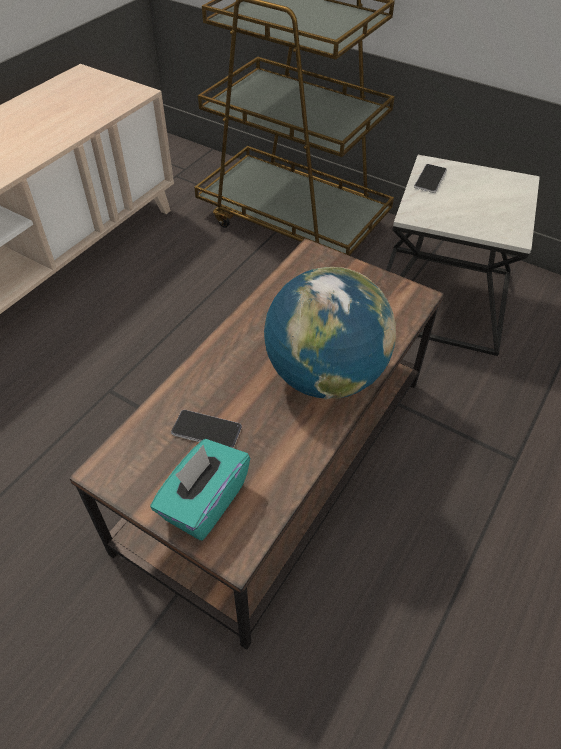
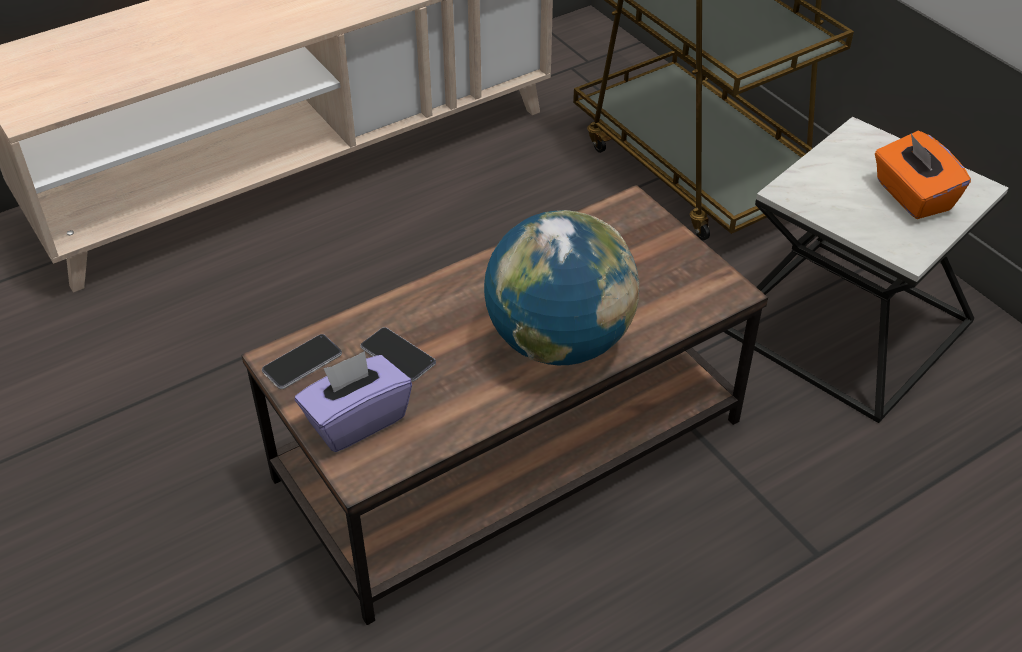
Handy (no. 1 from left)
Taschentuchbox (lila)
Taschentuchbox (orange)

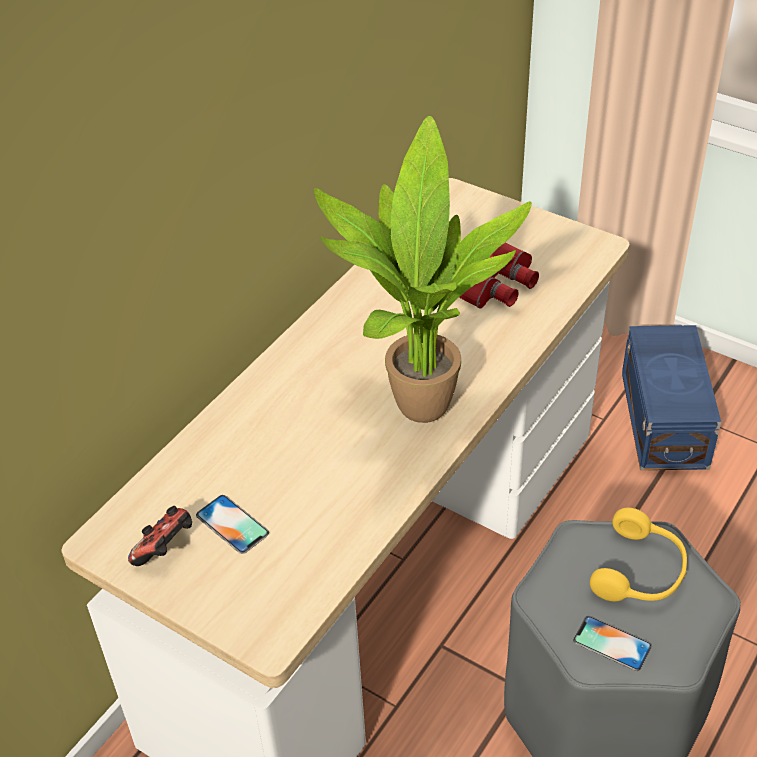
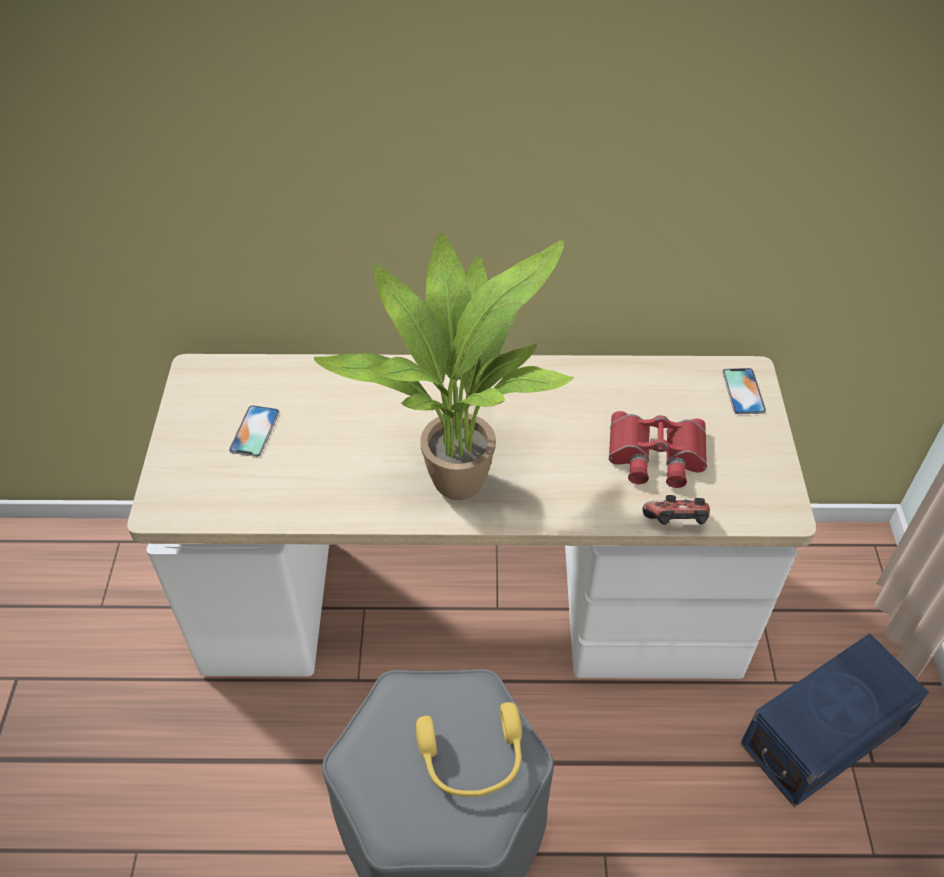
Gamepad
Handy (no. 2 from left)

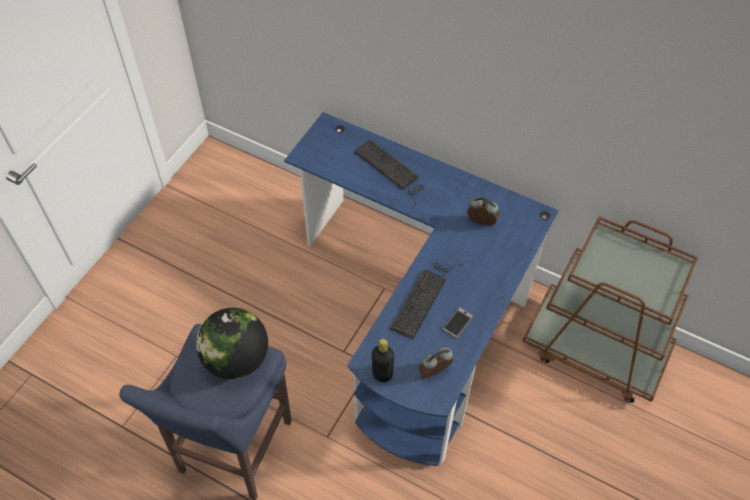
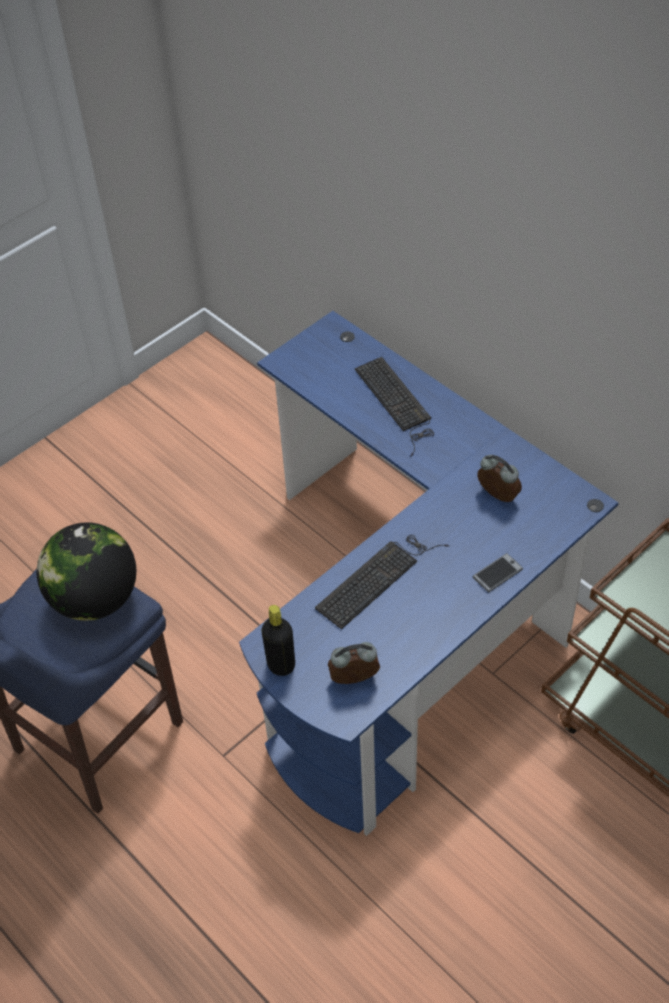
Handy

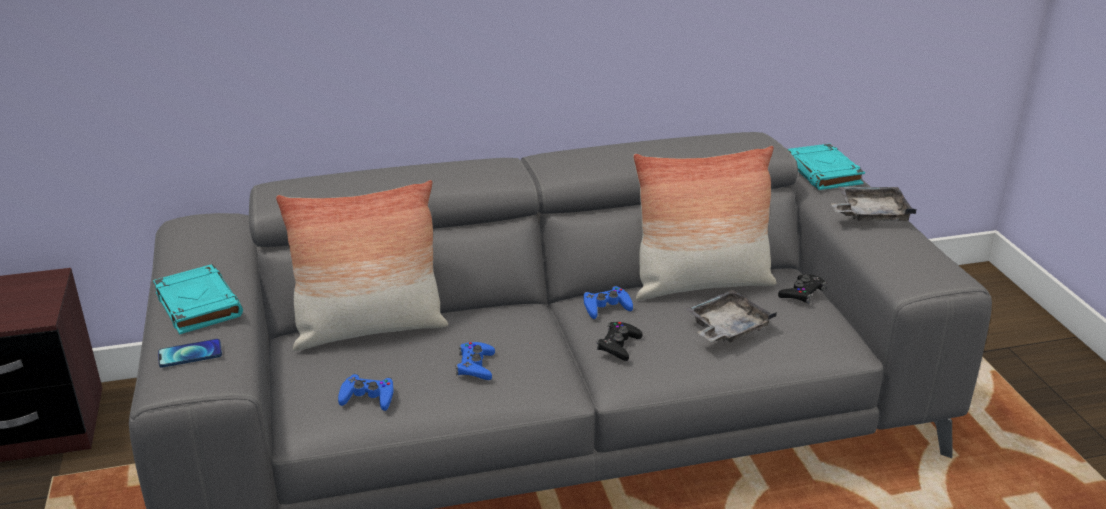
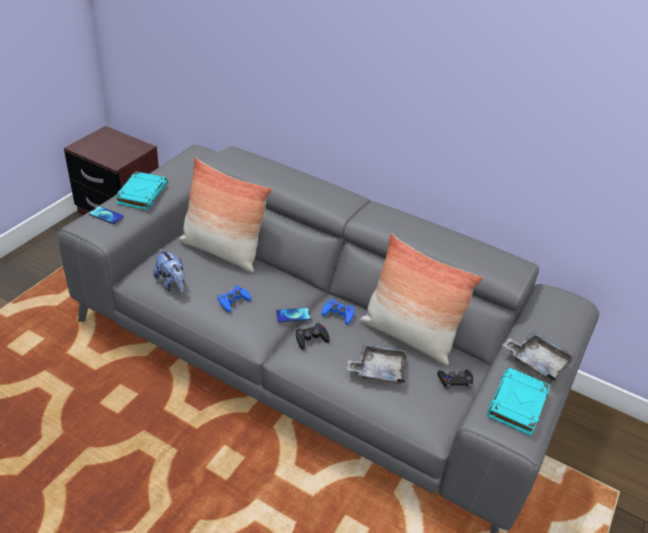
Buch (türkis) (no. 2 from left)
Plüschtier
Handy (no. 2 from left)

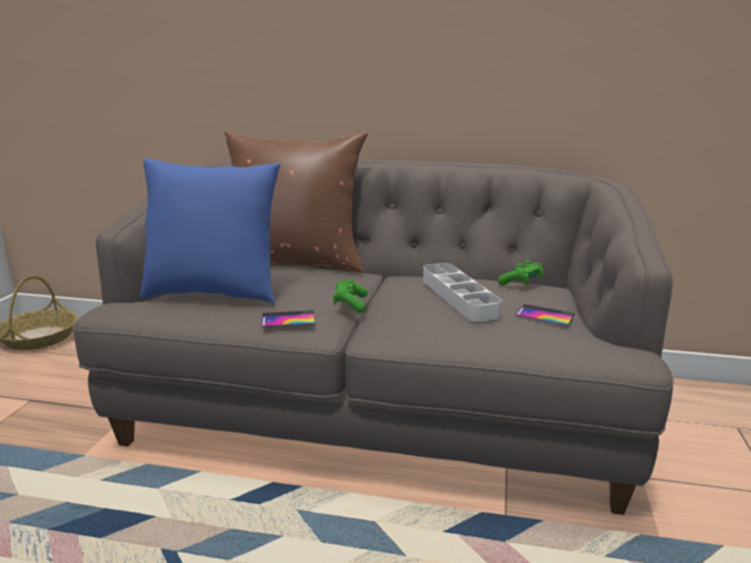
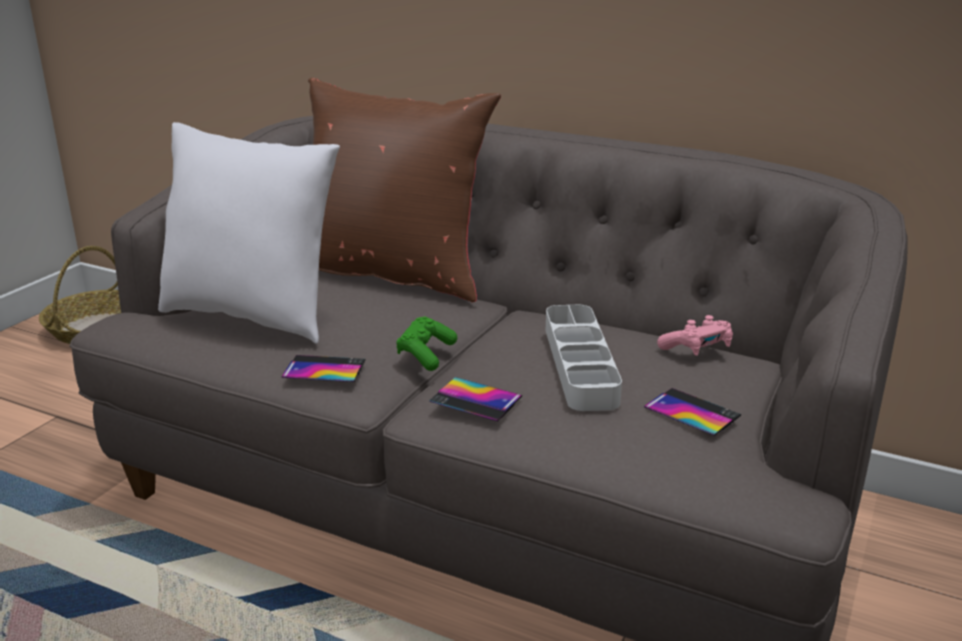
Kissen (weiß)
Gamepad (rosa)
Handy (no. 2 from left)

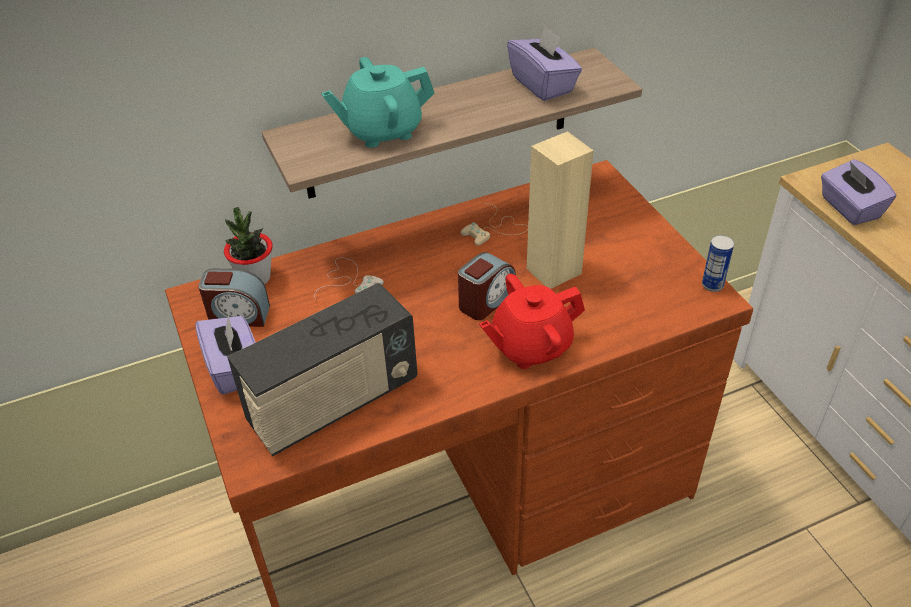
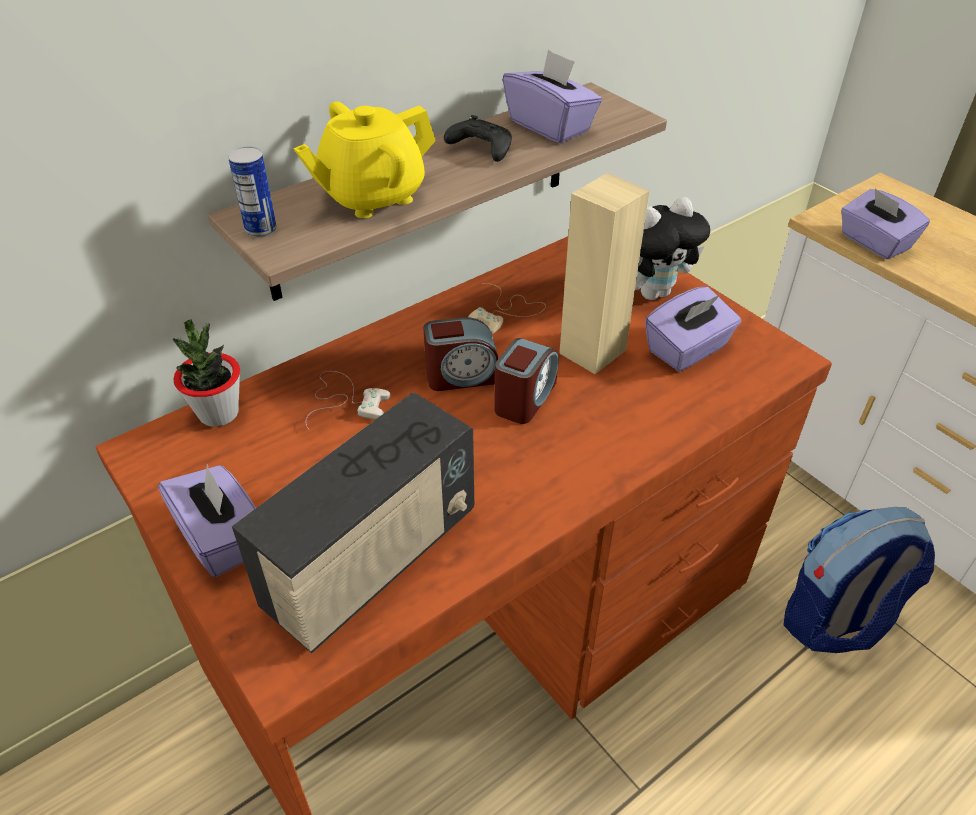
Teekanne (gelb)
Dose
Wecker (no. 1 from left)
Teekanne (rot)
Gamepad (schwarz)
Plüschtier
Taschentuchbox (lila) (no. 3 from left)
Rucksack

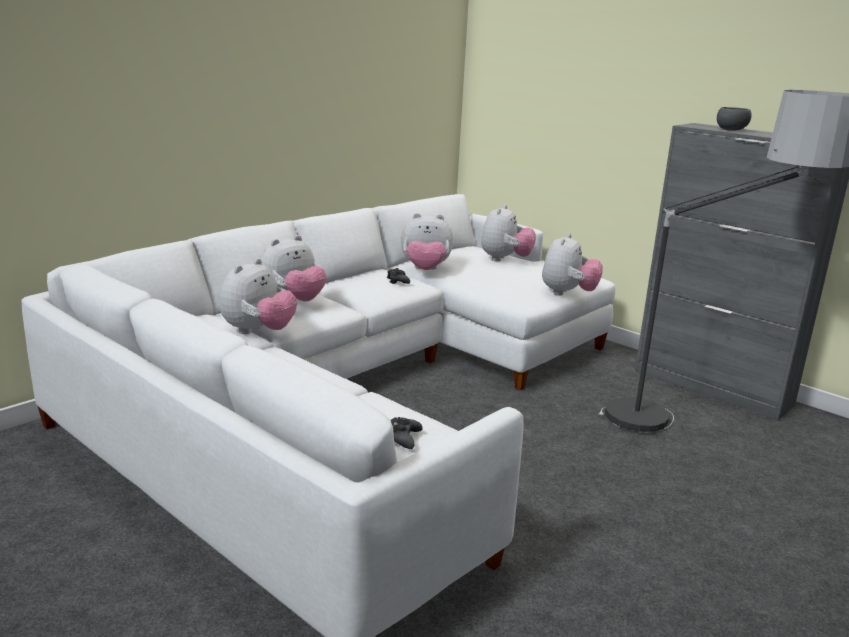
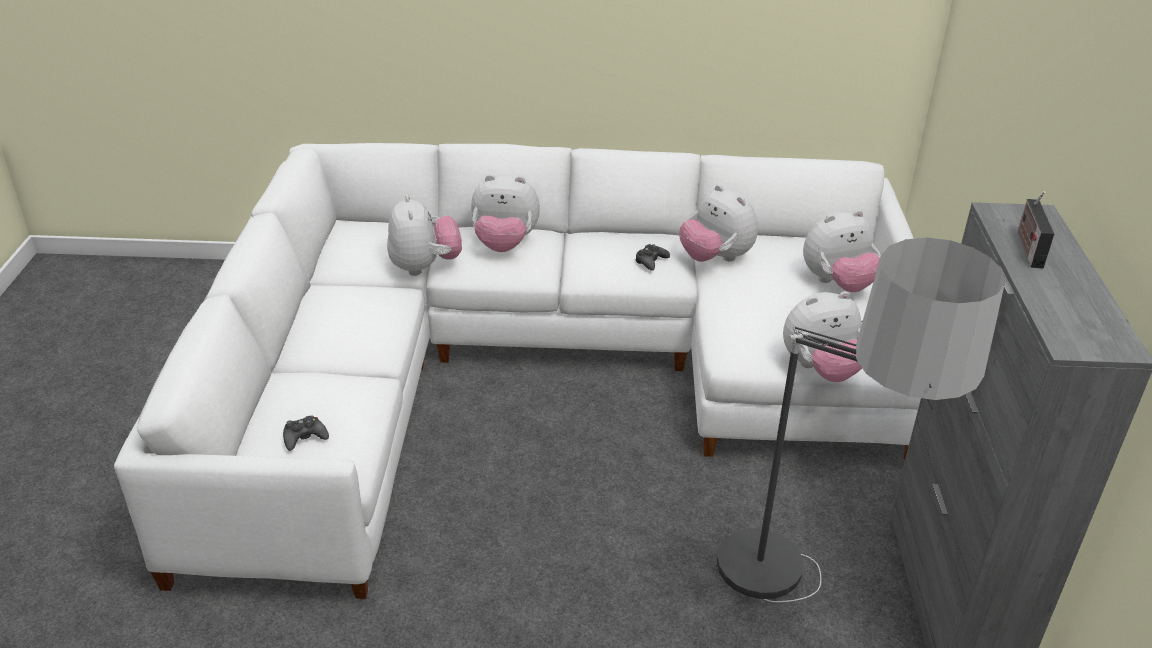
Radio
Plüschtier (no. 1 from left)

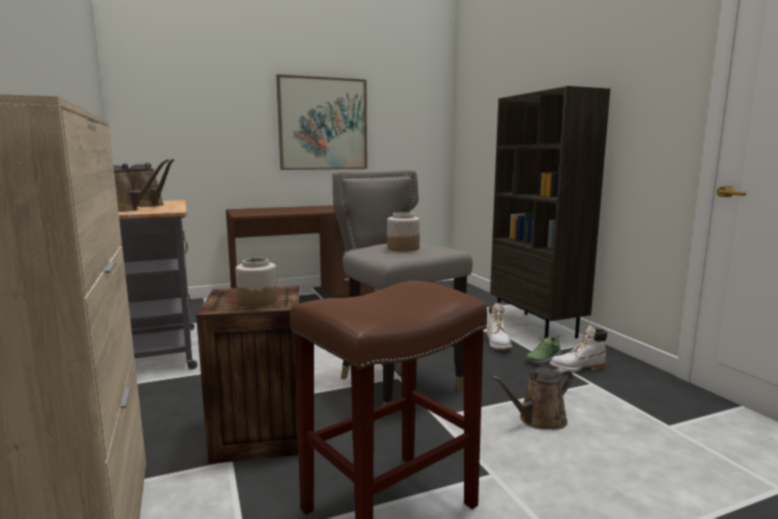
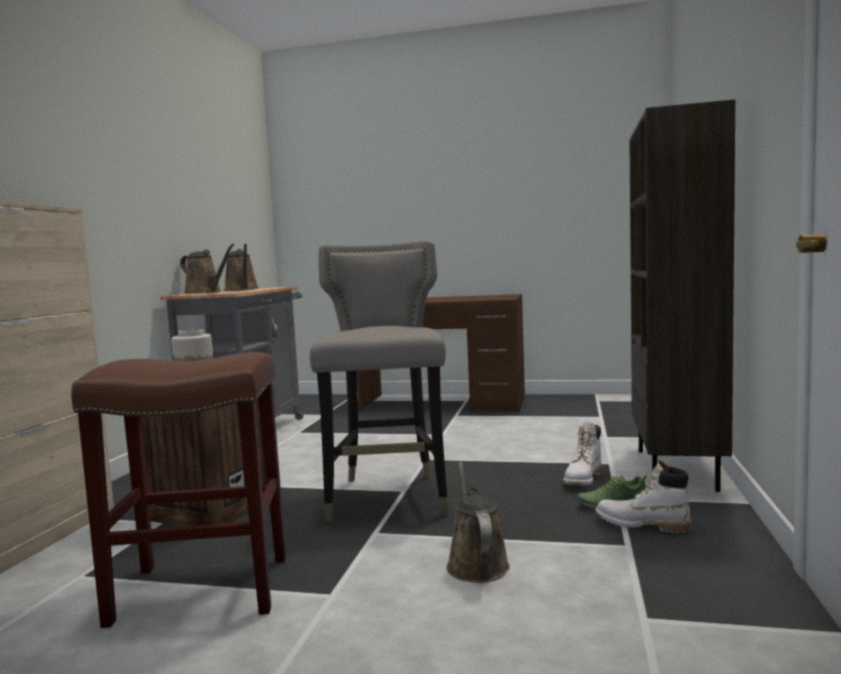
Bild
Vorratsglas (no. 2 from left in the first image)
Gießkanne (braun) (no. 3 from left)

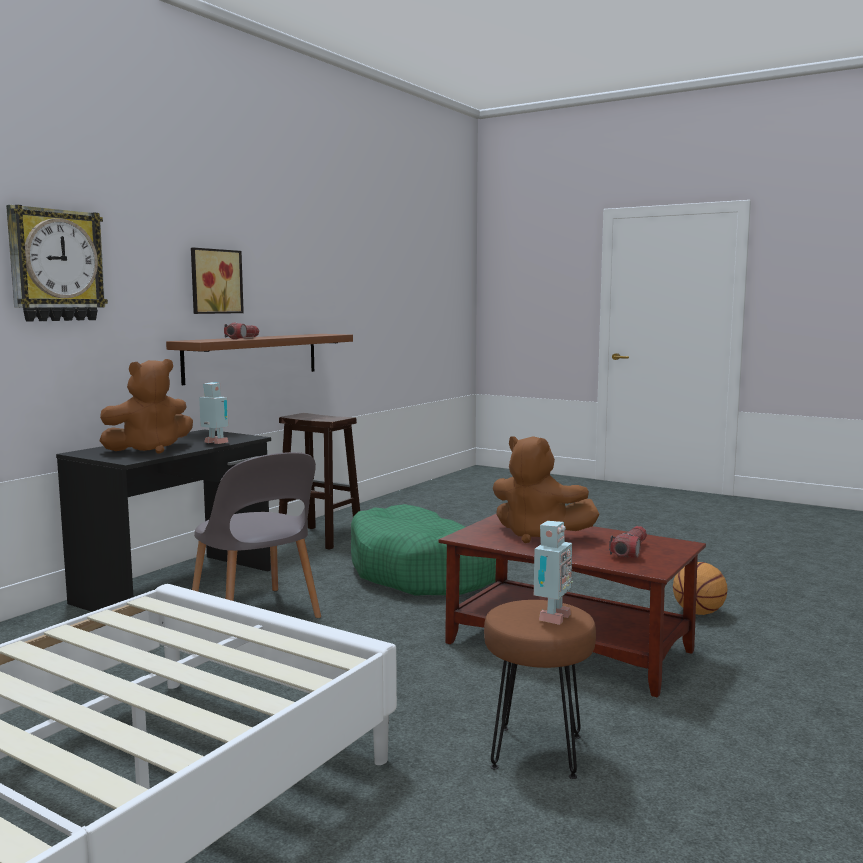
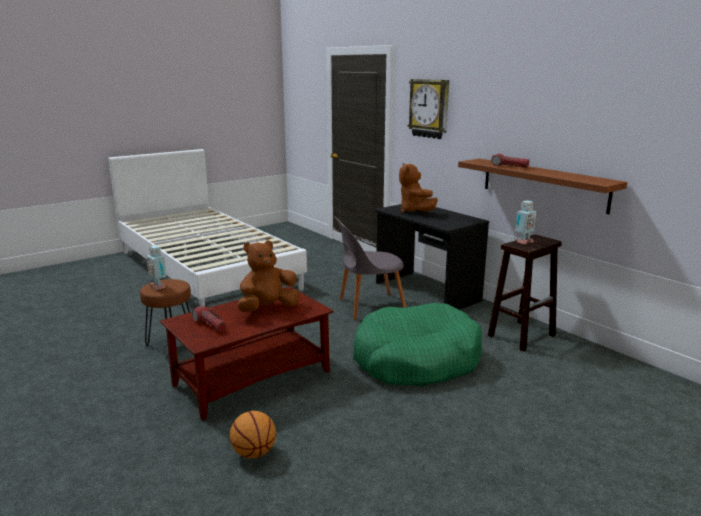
Bild
Spielzeugroboter (no. 2 from left)

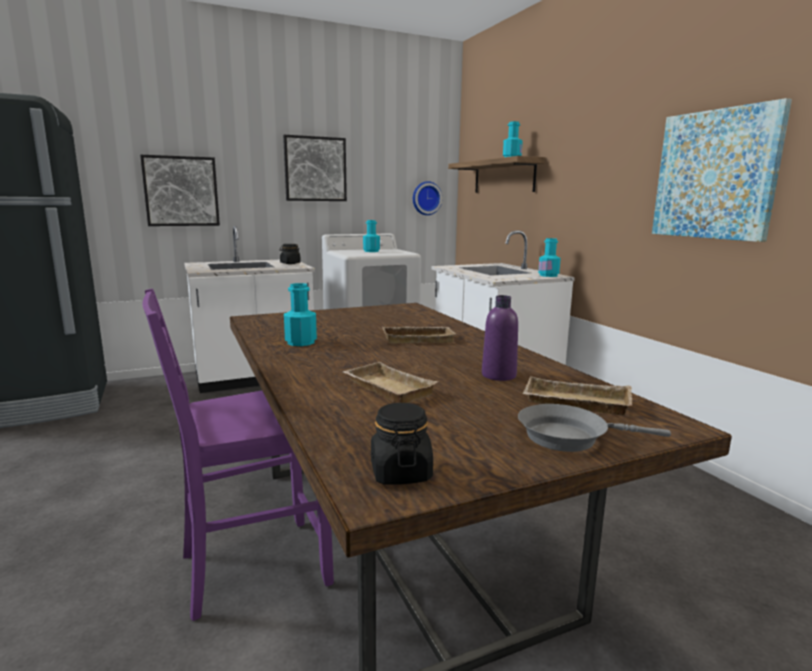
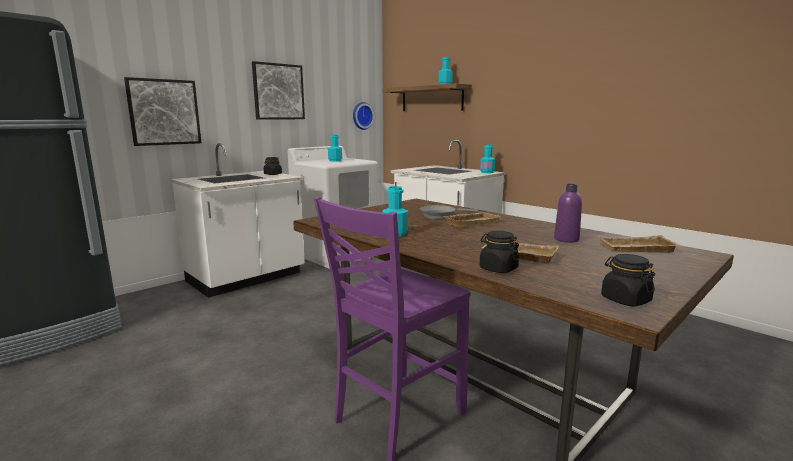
Bild (no. 3 from left in the first image)
Pfanne (grau)
Vorratsglas (schwarz) (no. 2 from left)

